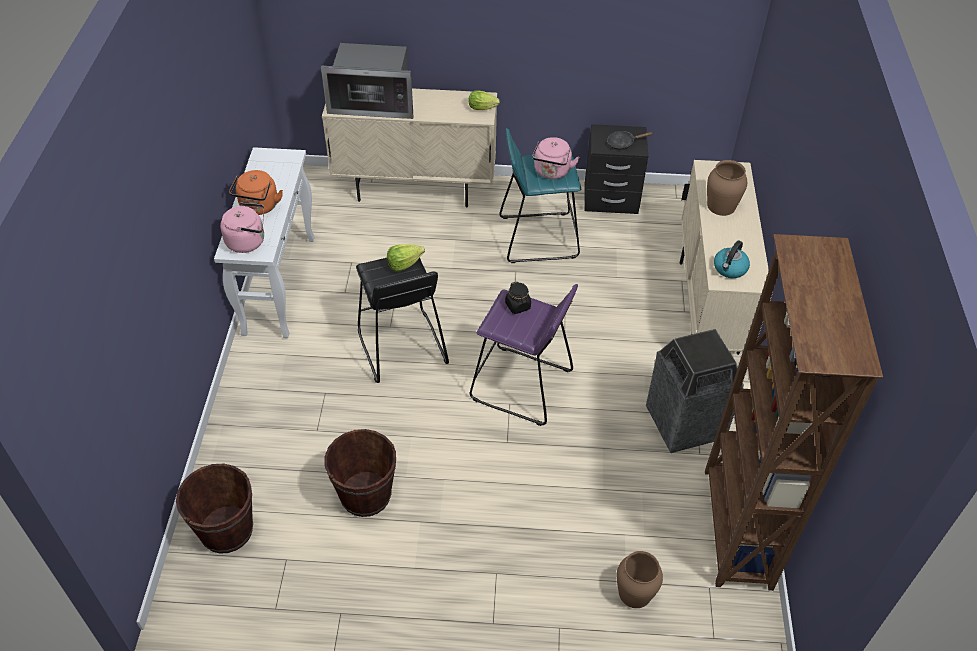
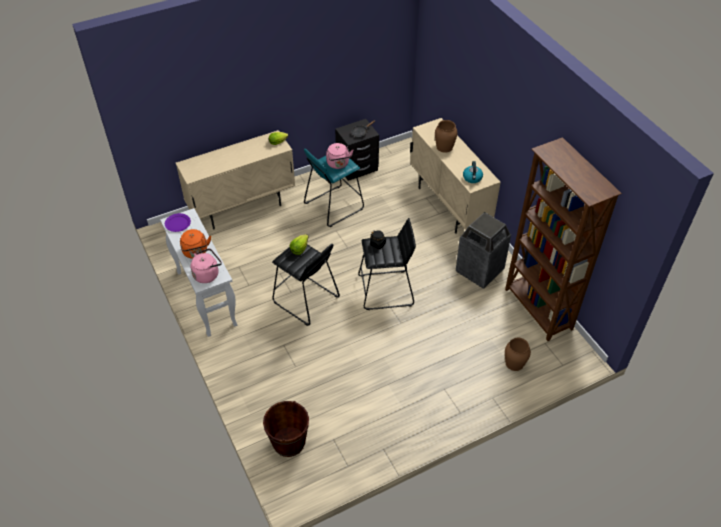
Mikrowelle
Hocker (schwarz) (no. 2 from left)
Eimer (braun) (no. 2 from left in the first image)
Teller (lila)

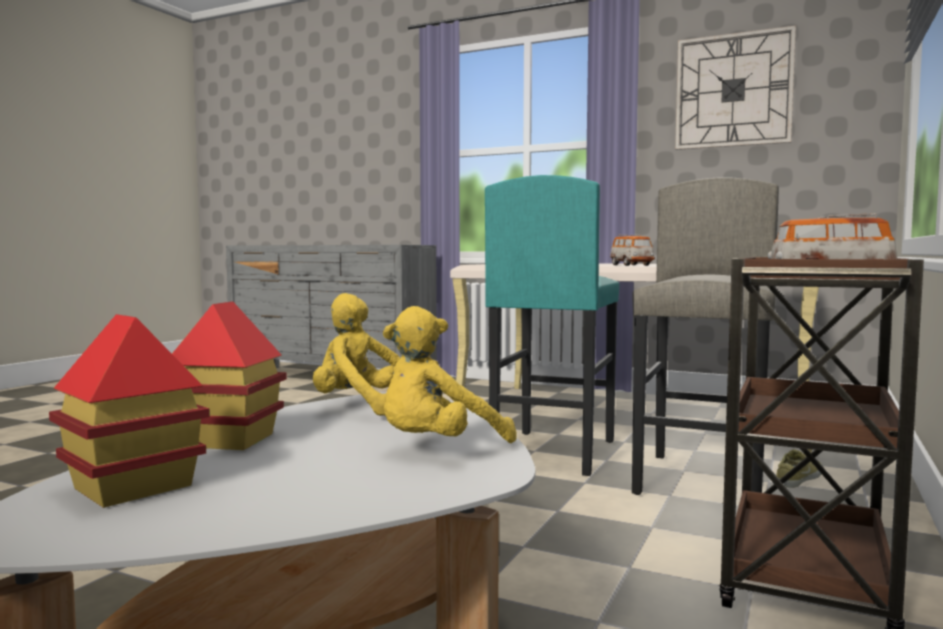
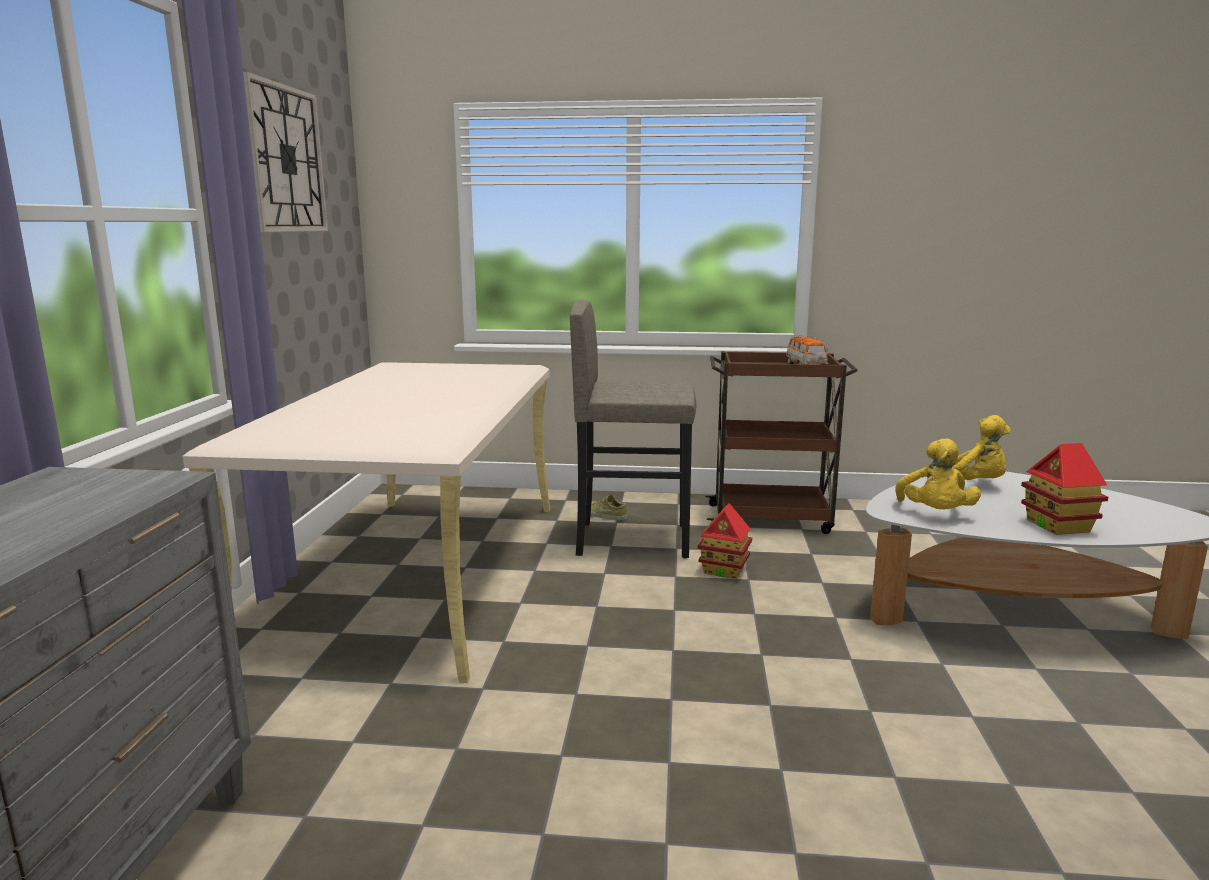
Hocker (türkis)
Spielzeugauto (no. 1 from left in the first image)
Spielzeughaus (no. 1 from left)

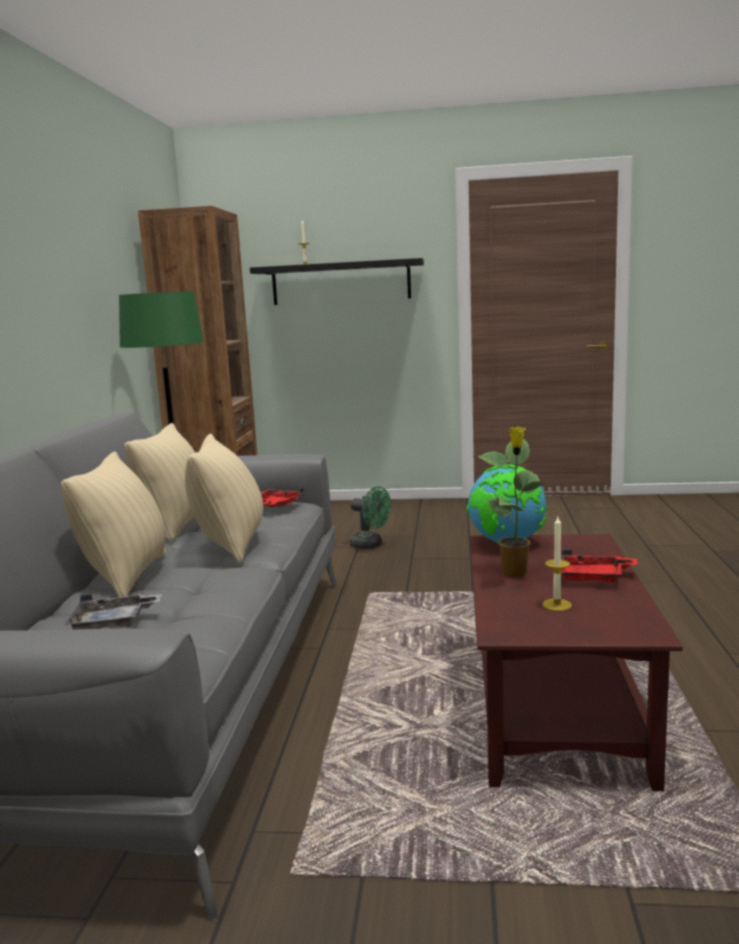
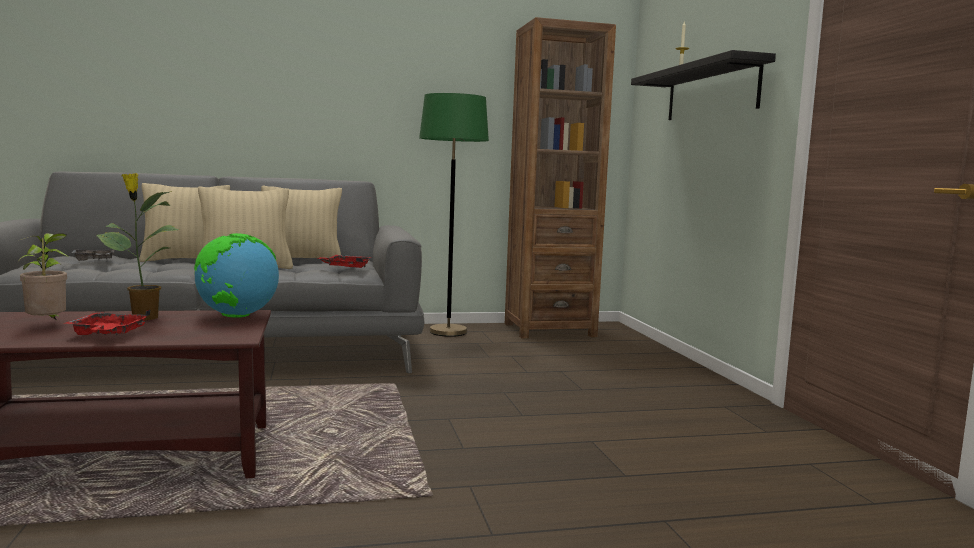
Ventilator (grün)
Topfpflanze (no. 1 from left)

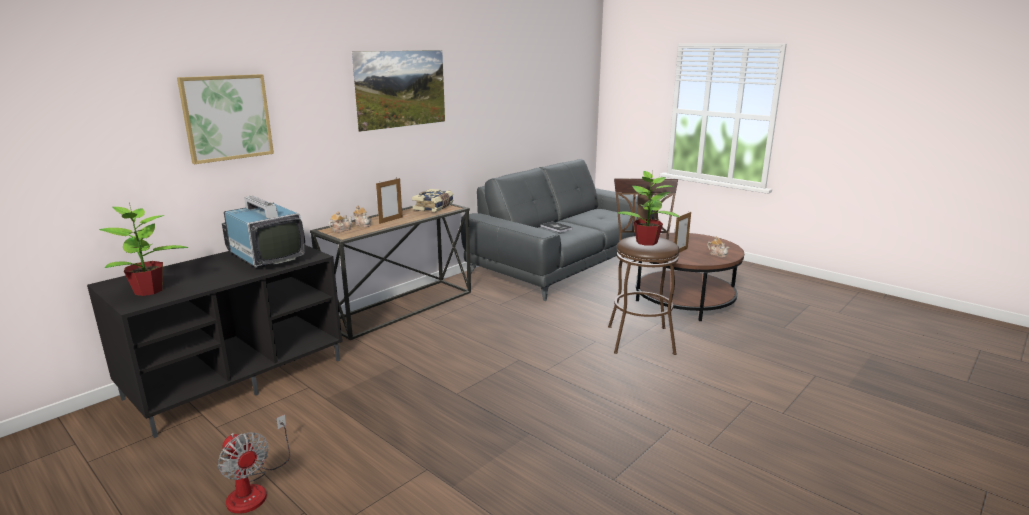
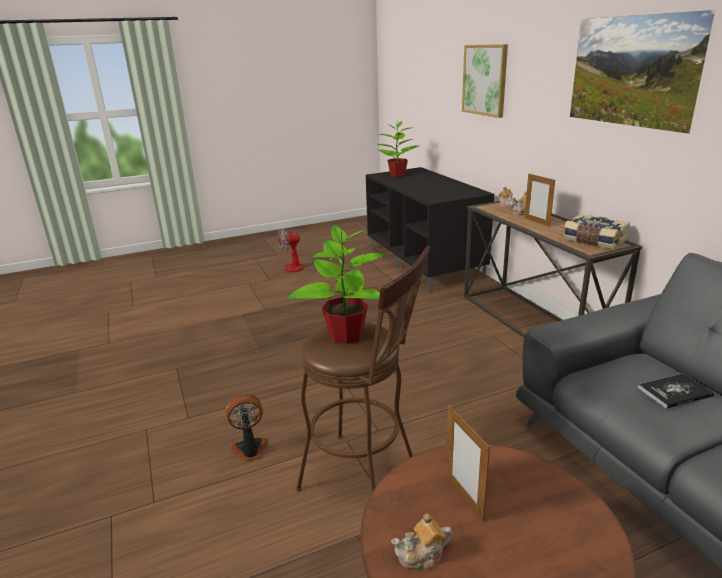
Fernseher
Ventilator (no. 1 from left)

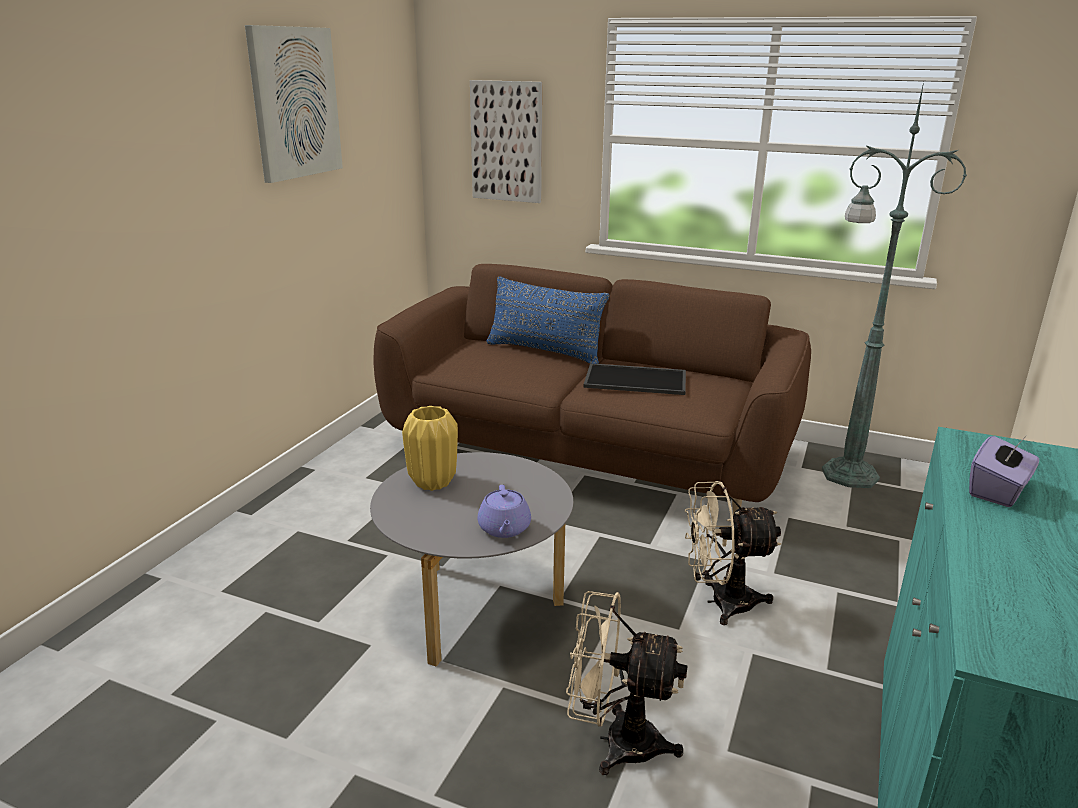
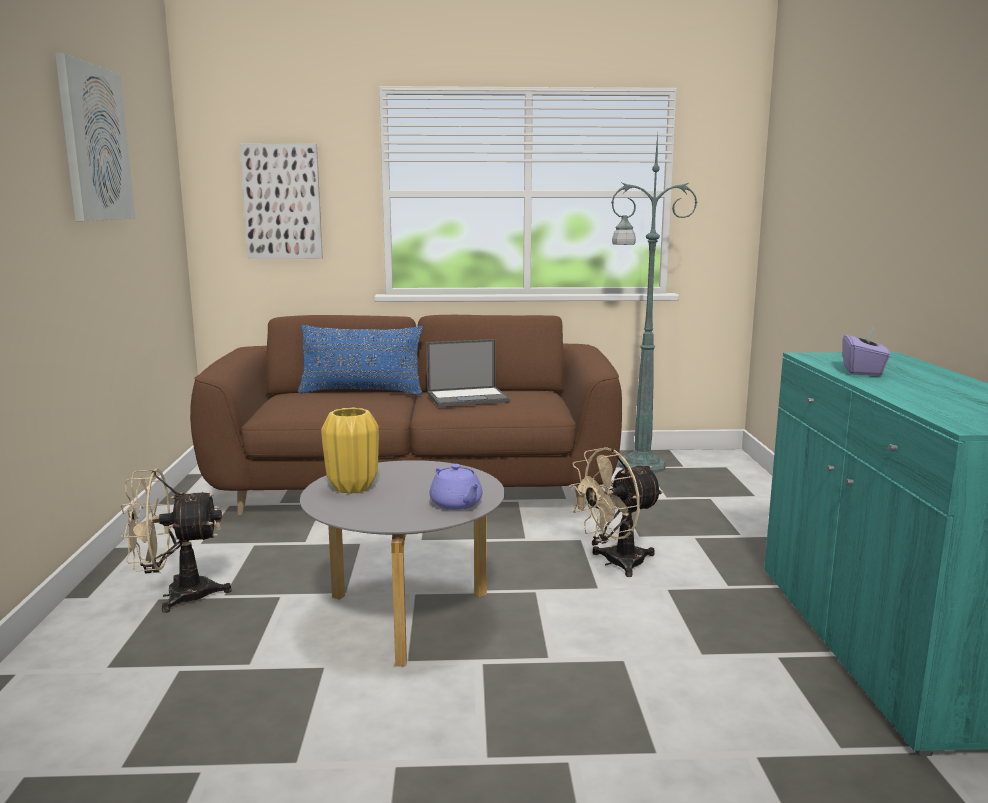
Laptop
Ventilator (beige) (no. 1 from left)

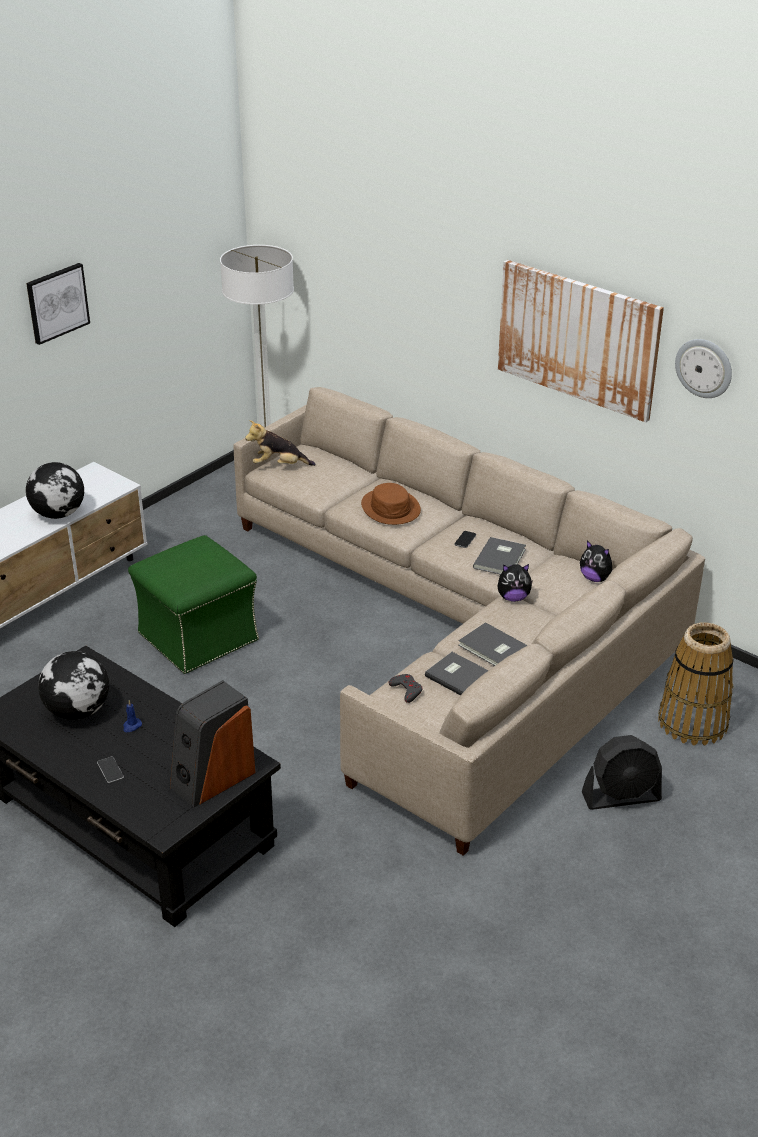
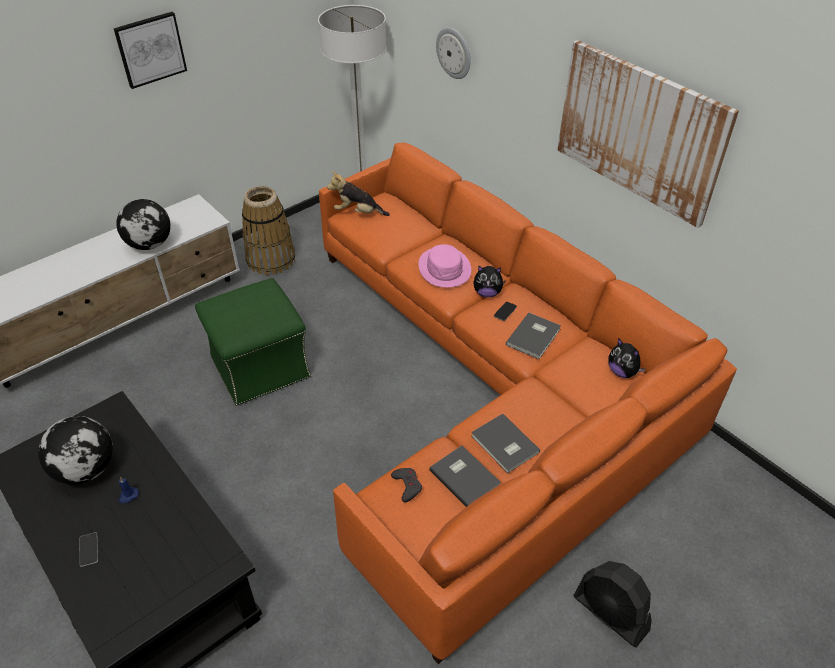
Wanduhr
Sofa (orange)
Hut (rosa)
Plüschtier (no. 2 from left)
Korb
Lautsprecher
Ventilator (schwarz)

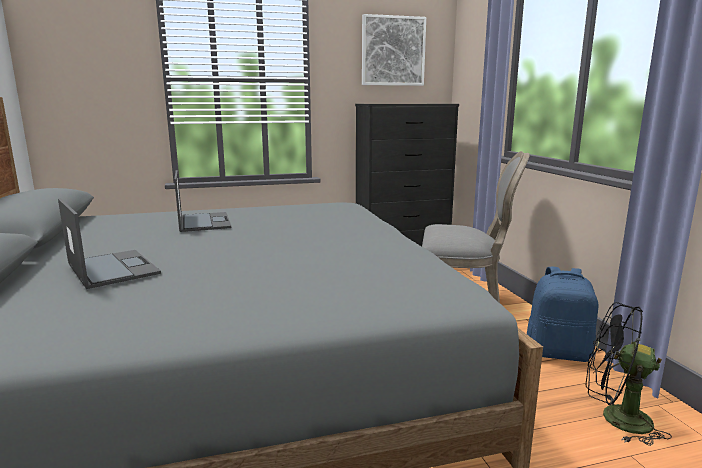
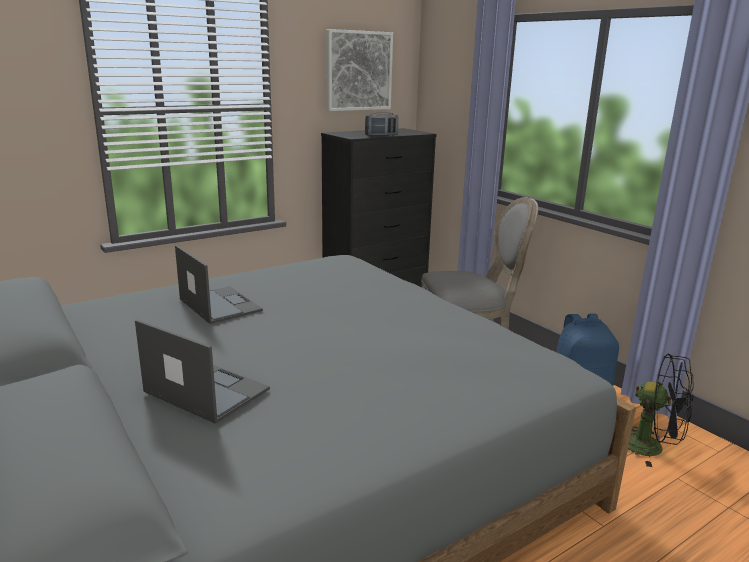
Ventilator (schwarz)
Radio

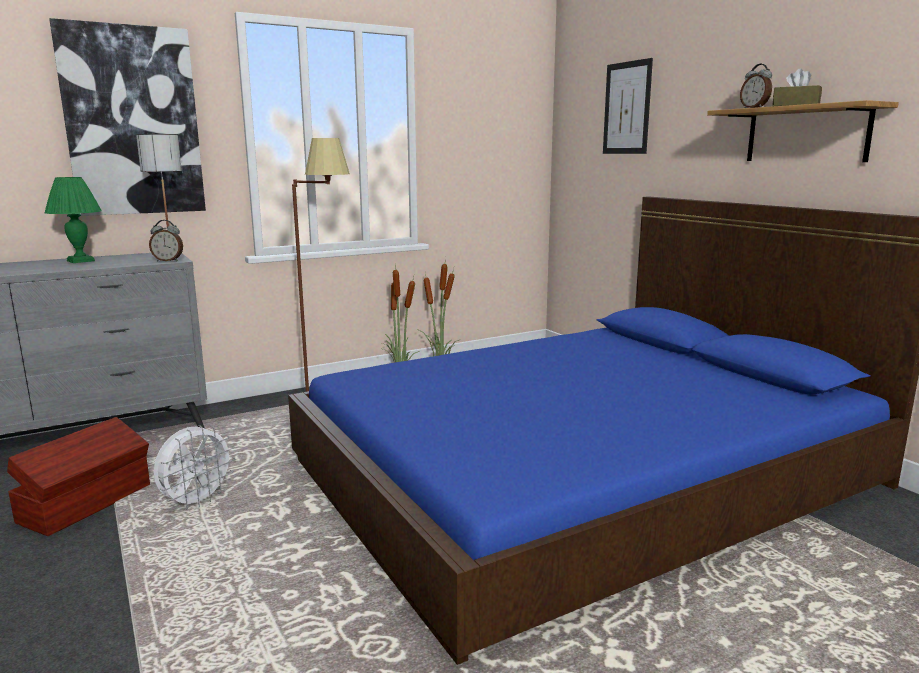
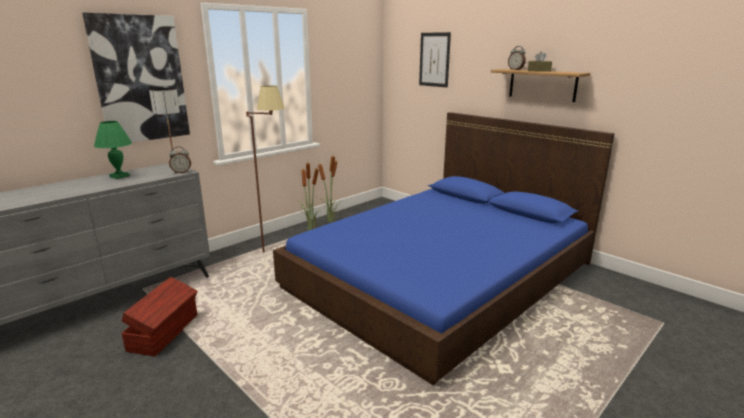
Ventilator (weiß)

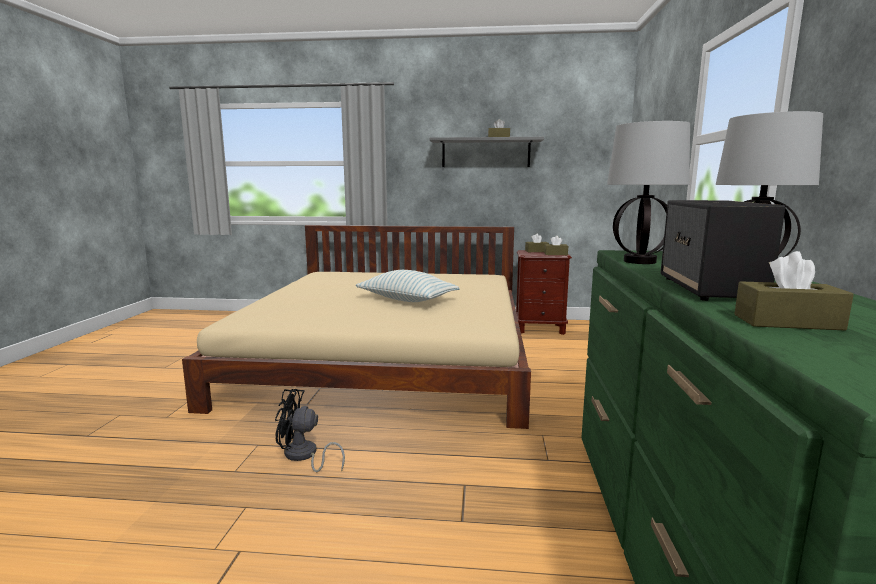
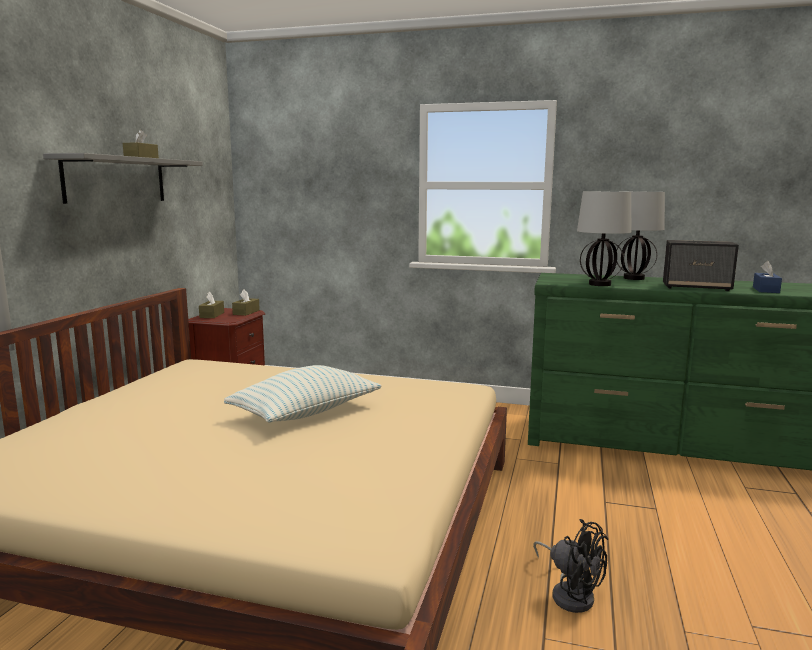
Taschentuchbox (blau)
Ventilator (schwarz)

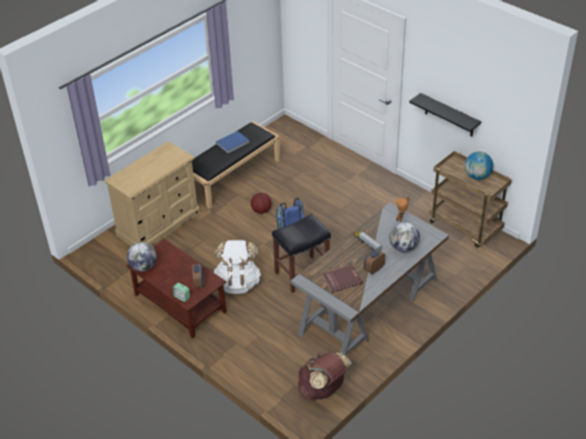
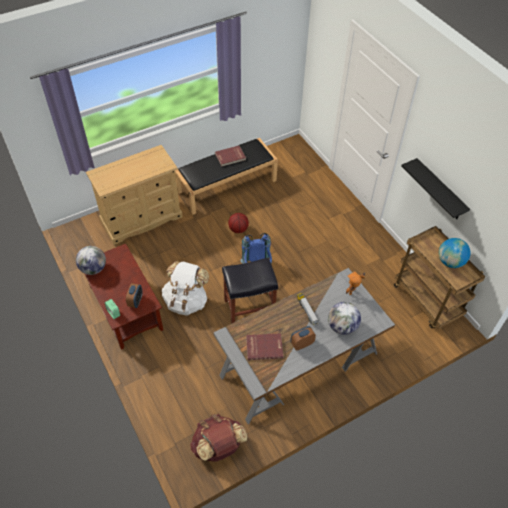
Buch (rot) (no. 1 from left)

